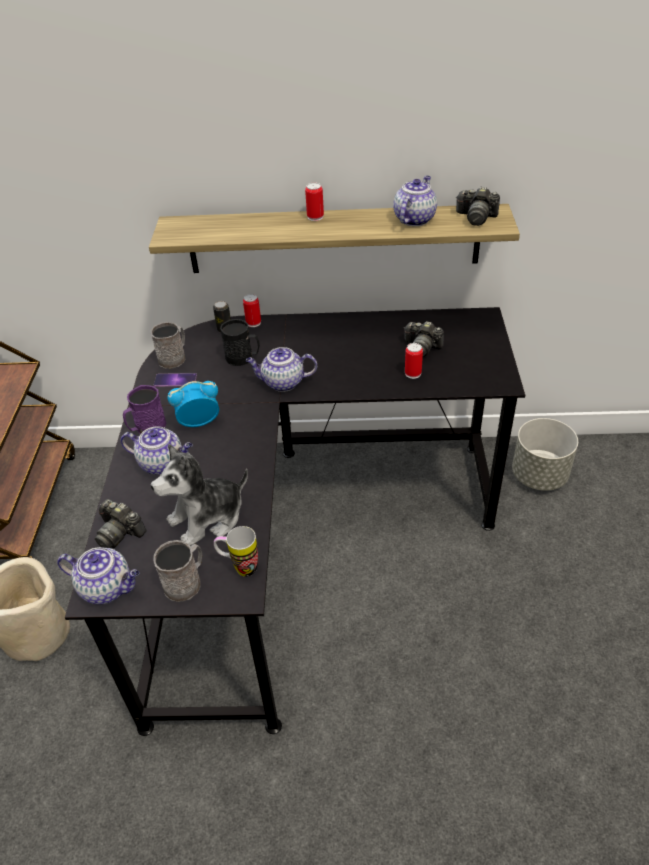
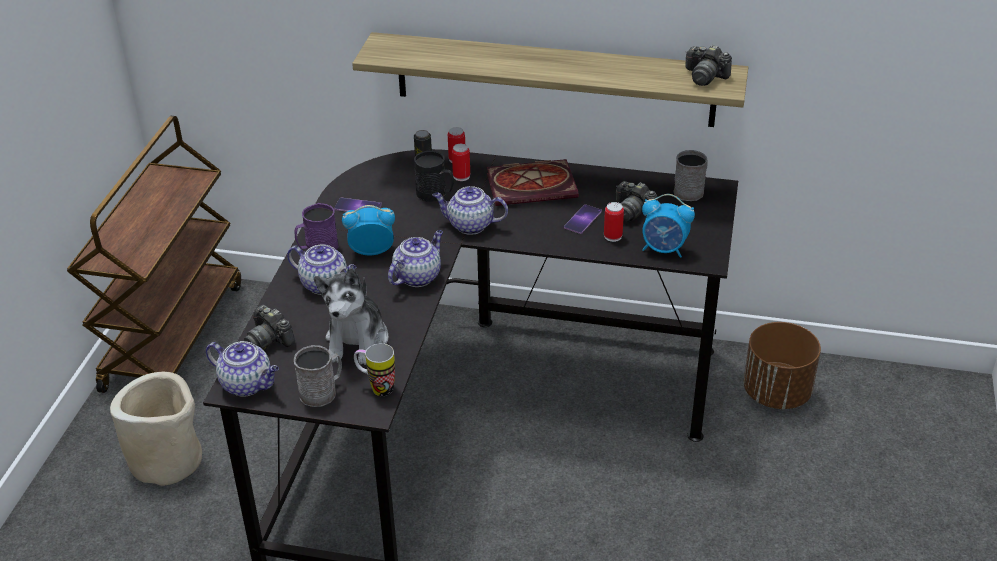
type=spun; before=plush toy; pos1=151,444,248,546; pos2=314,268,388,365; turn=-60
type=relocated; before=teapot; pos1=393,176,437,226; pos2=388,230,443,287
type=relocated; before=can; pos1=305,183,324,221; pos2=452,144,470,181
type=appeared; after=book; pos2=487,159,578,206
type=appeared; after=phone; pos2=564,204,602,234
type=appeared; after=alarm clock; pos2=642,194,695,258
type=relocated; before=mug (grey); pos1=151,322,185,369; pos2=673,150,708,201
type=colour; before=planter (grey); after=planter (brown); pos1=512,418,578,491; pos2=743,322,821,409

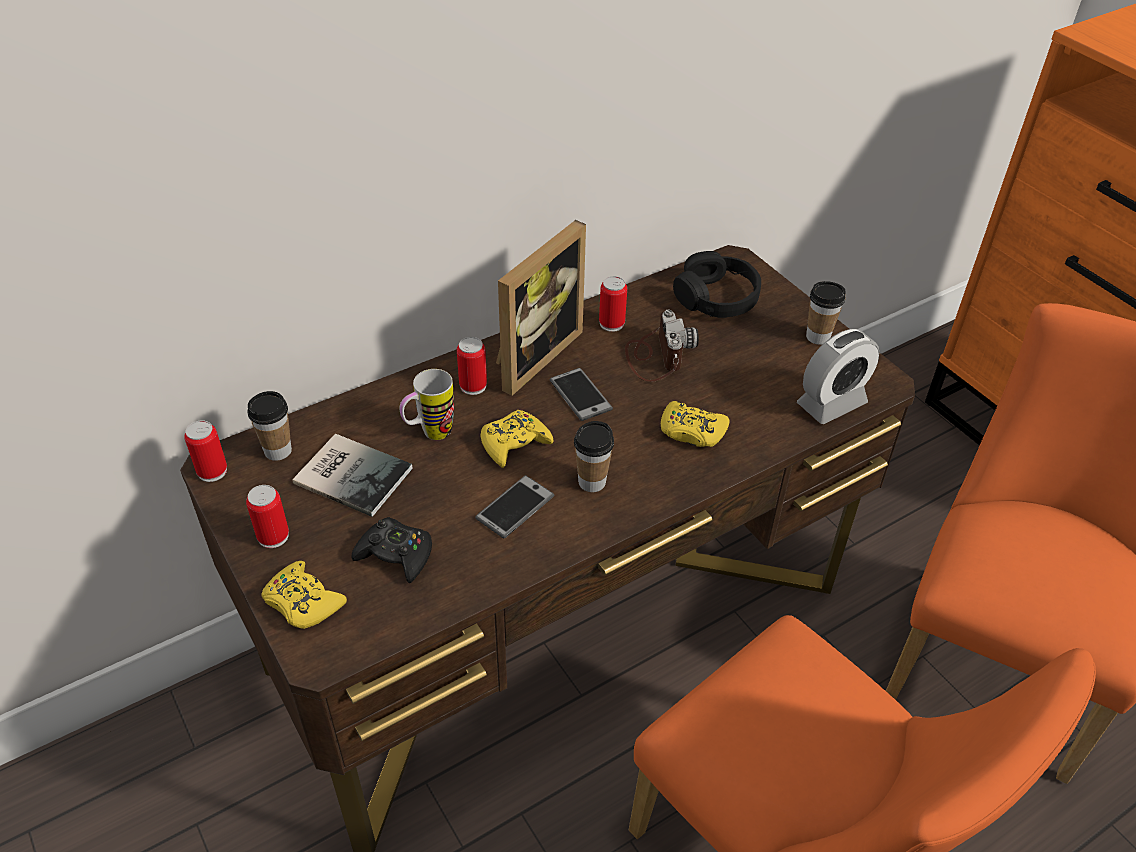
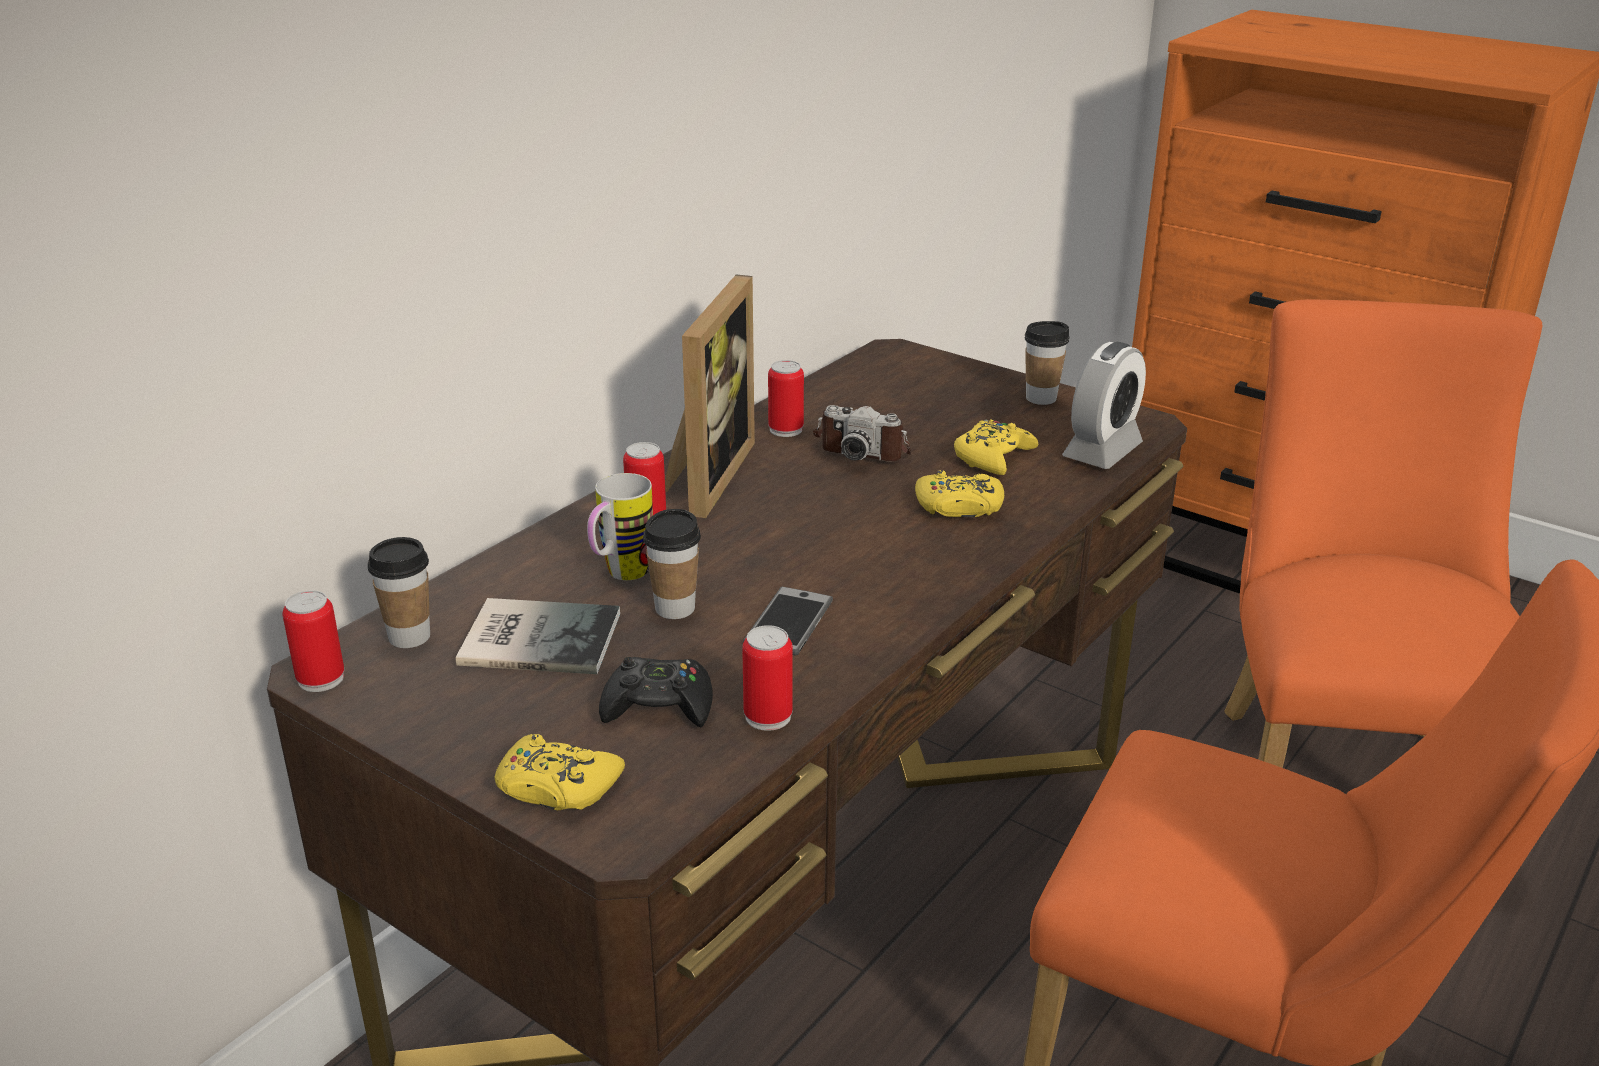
type=relocated; before=cup; pos1=574,421,614,492; pos2=643,509,701,619
type=relocated; before=can; pos1=246,485,289,548; pos2=742,625,793,731
type=spun; before=photo camera; pos1=625,310,699,382; pos2=813,405,911,461; turn=135
type=relocated; before=game controller (yellow); pos1=481,410,554,468; pos2=954,419,1038,475
type=missing; before=phone; pos1=550,368,613,421
type=missing; before=headphones (black); pos1=673,251,761,318

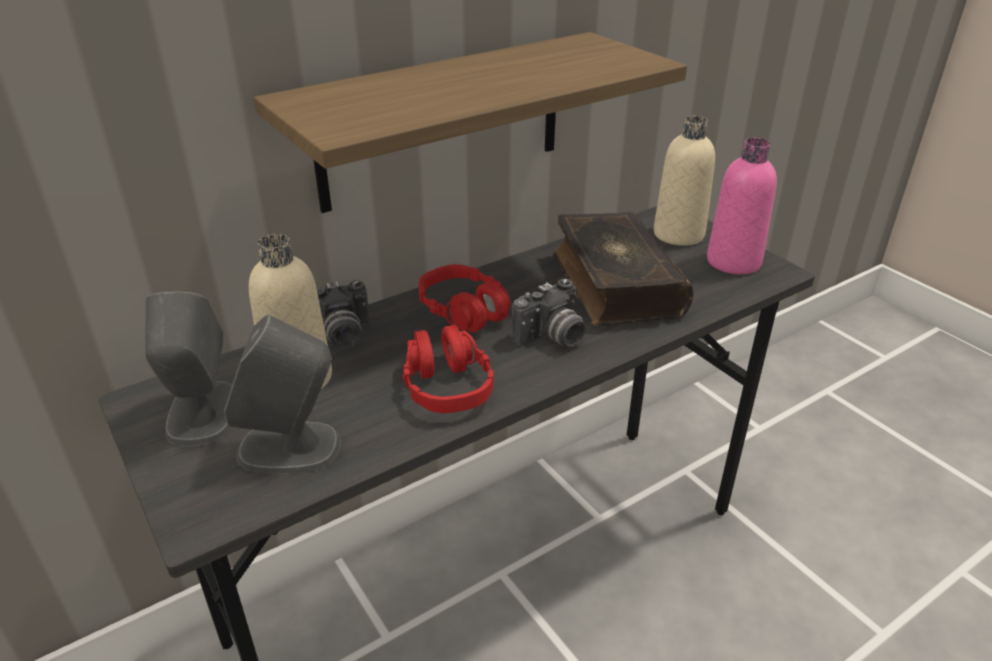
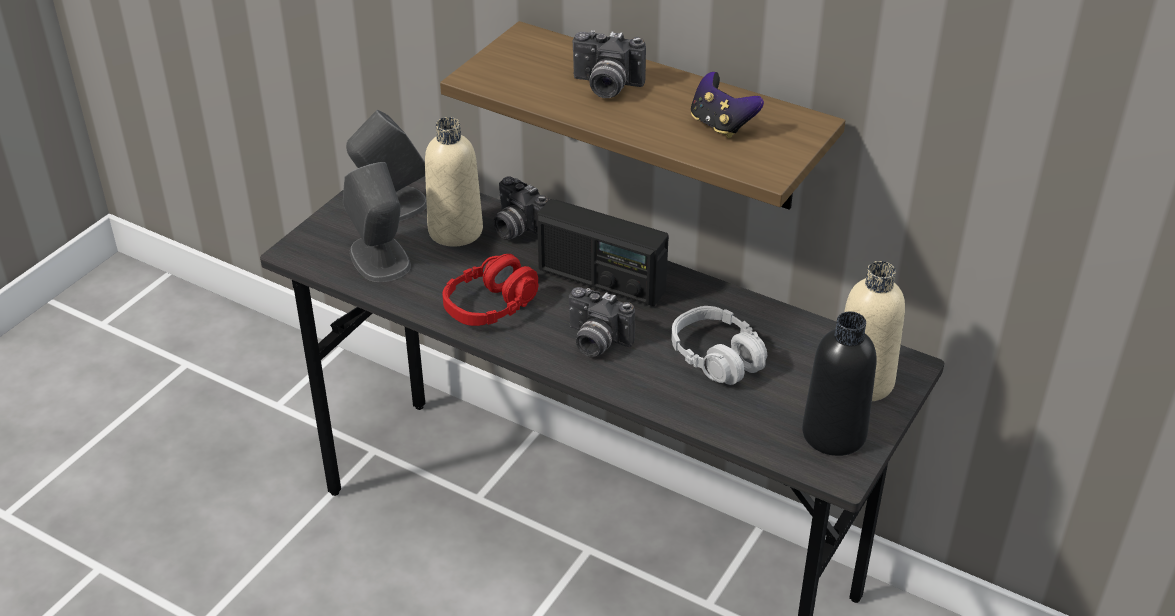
type=exchanged; before=headphones (red); after=radio; pos1=418,264,511,332; pos2=537,199,669,306
type=appeared; after=photo camera; pos2=573,30,646,98
type=exchanged; before=book; after=headphones (grey); pos1=553,212,693,326; pos2=671,306,767,385
type=appeared; after=game controller; pos2=691,72,764,138
type=colour; before=bottle (pink); after=bottle (black); pos1=707,138,777,274; pos2=802,312,877,456

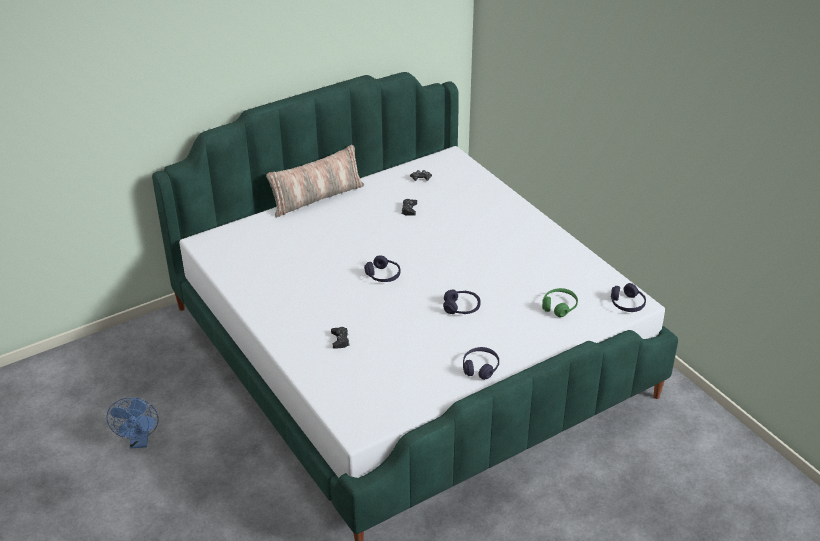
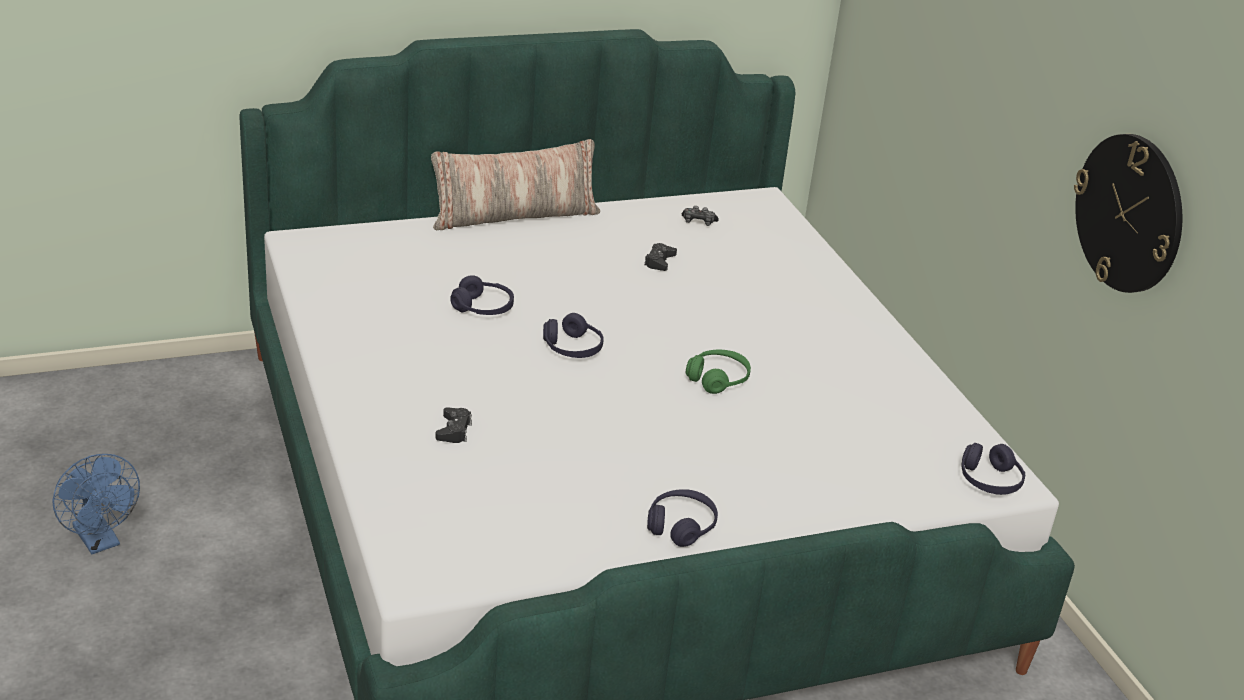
type=spun; before=fan (blue); pos1=107,397,159,449; pos2=52,454,140,554; turn=-45
type=relocated; before=headphones (purple); pos1=443,289,480,314; pos2=450,275,514,315
type=relocated; before=headphones (green); pos1=542,288,578,317; pos2=686,350,751,394
type=appeared; after=wall clock; pos2=1074,134,1182,293

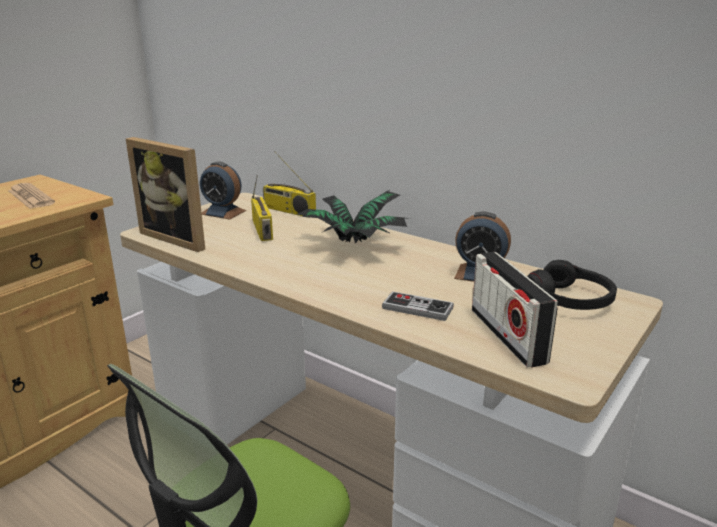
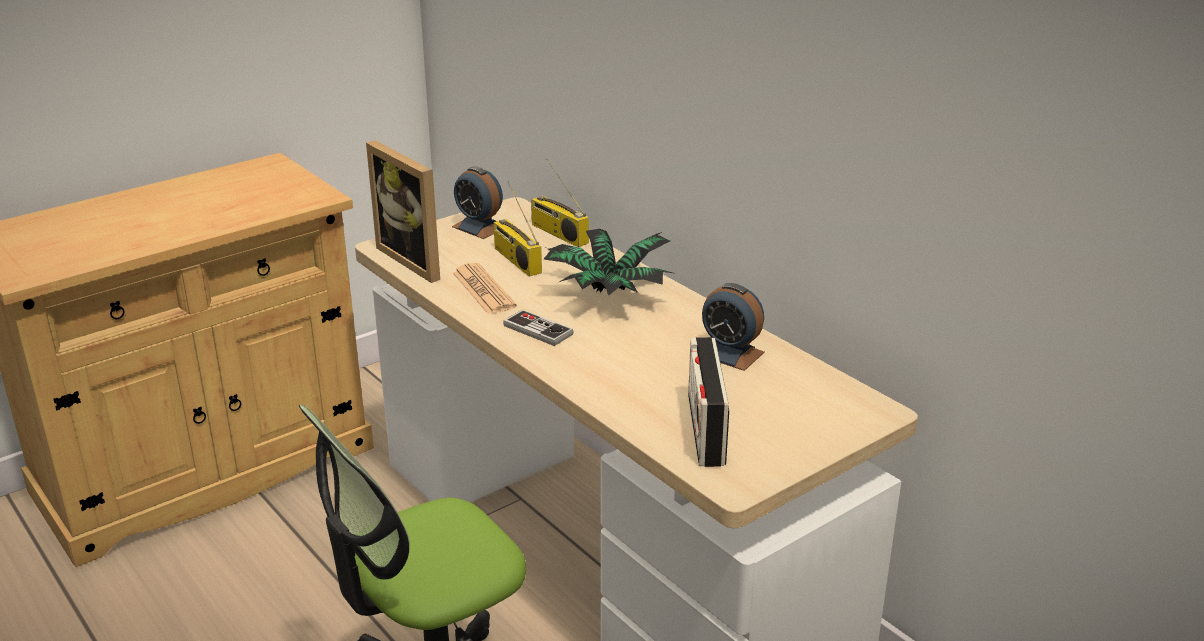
type=relocated; before=newspaper; pos1=8,183,55,209; pos2=453,263,516,314
type=spun; before=radio; pos1=251,175,273,241; pos2=493,181,542,276; turn=150
type=relocated; before=game controller; pos1=382,291,454,321; pos2=503,310,574,346
type=missing; before=headphones (black); pos1=527,260,617,310

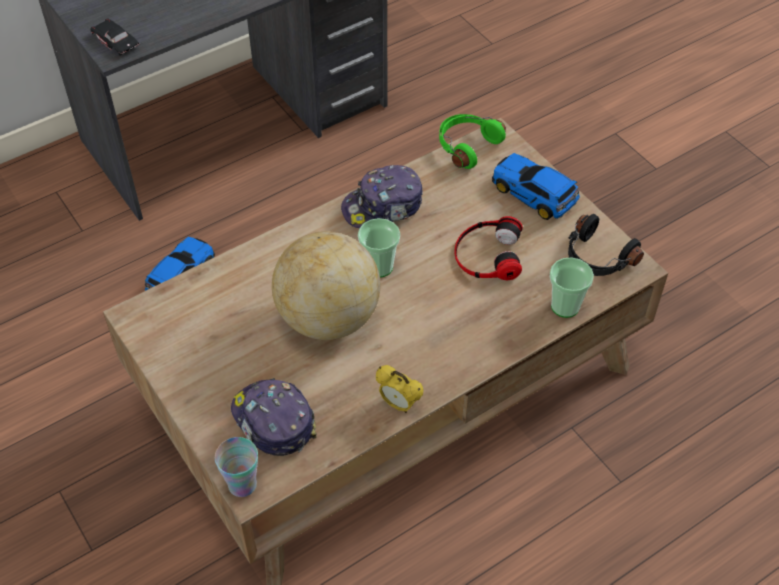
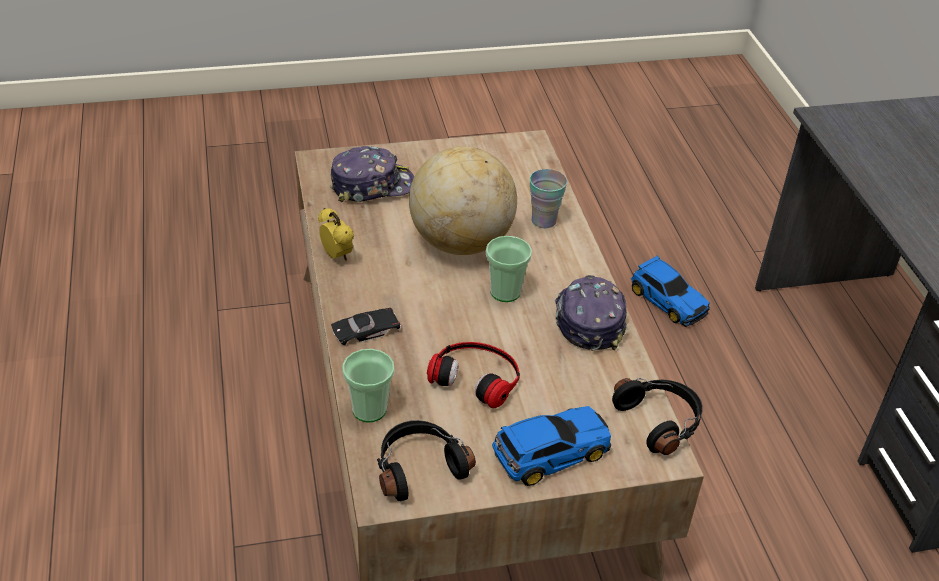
type=spun; before=alarm clock; pos1=376,365,424,413; pos2=318,208,354,261; turn=90
type=relocated; before=toy car (black); pos1=90,19,139,55; pos2=331,308,401,345
type=relocated; before=cup; pos1=215,437,258,497; pos2=530,169,567,228
type=colour; before=headphones (green); after=headphones (black); pos1=439,114,506,169; pos2=612,378,703,455

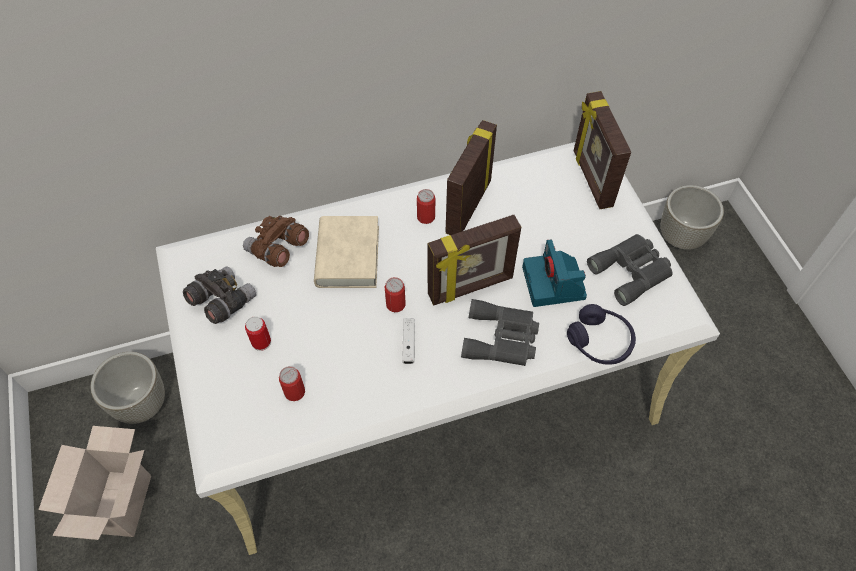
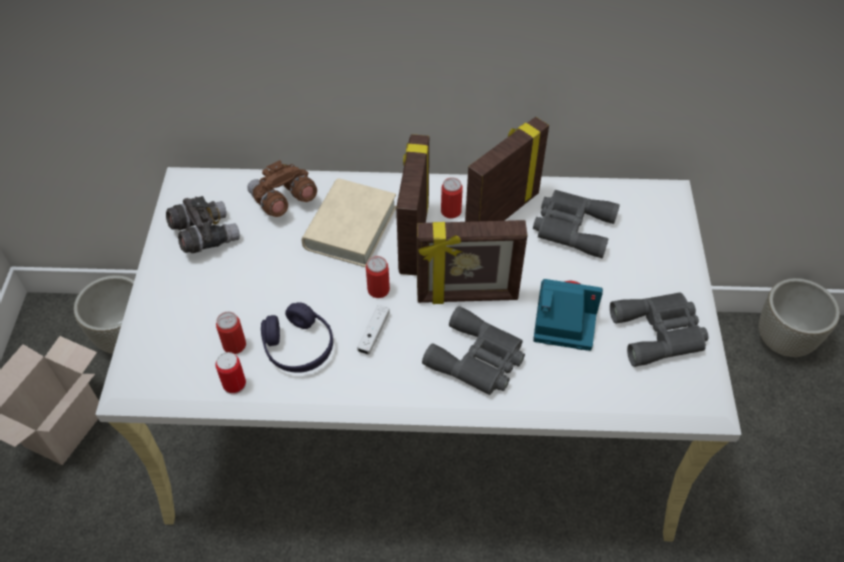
type=relocated; before=can; pos1=245,316,271,351; pos2=215,352,246,395
type=relocated; before=headphones (purple); pos1=567,304,636,365; pos2=261,302,333,373
type=relocated; before=picture frame; pos1=574,91,631,209; pos2=396,134,429,276
type=appeared; after=binoculars (grey); pos2=533,190,620,258
type=spun; before=photo camera; pos1=522,239,587,307; pos2=533,279,603,351; turn=90

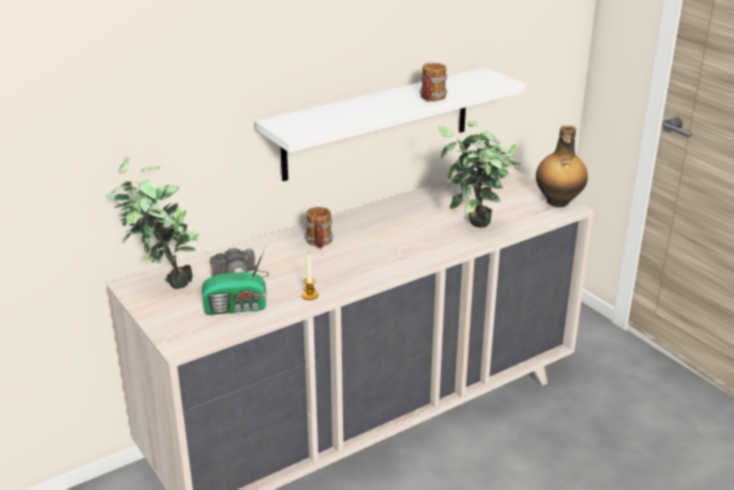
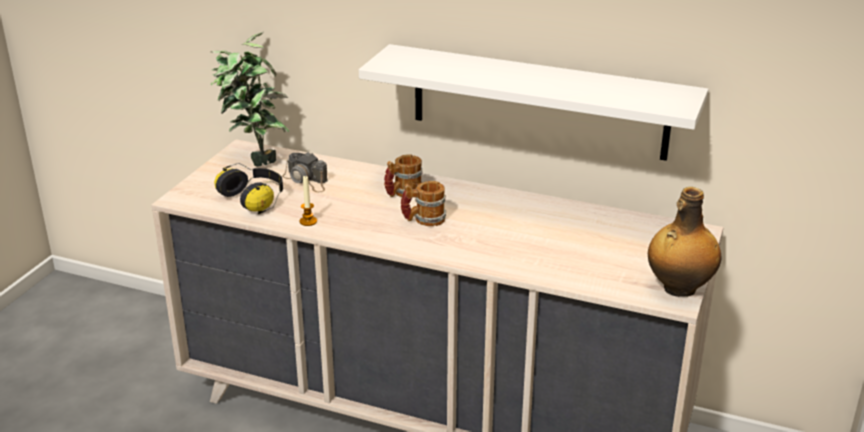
type=exchanged; before=radio; after=headphones; pos1=202,246,267,315; pos2=214,163,283,214
type=relocated; before=mug; pos1=420,63,447,102; pos2=401,181,446,226
type=missing; before=potted plant; pos1=437,121,522,228

